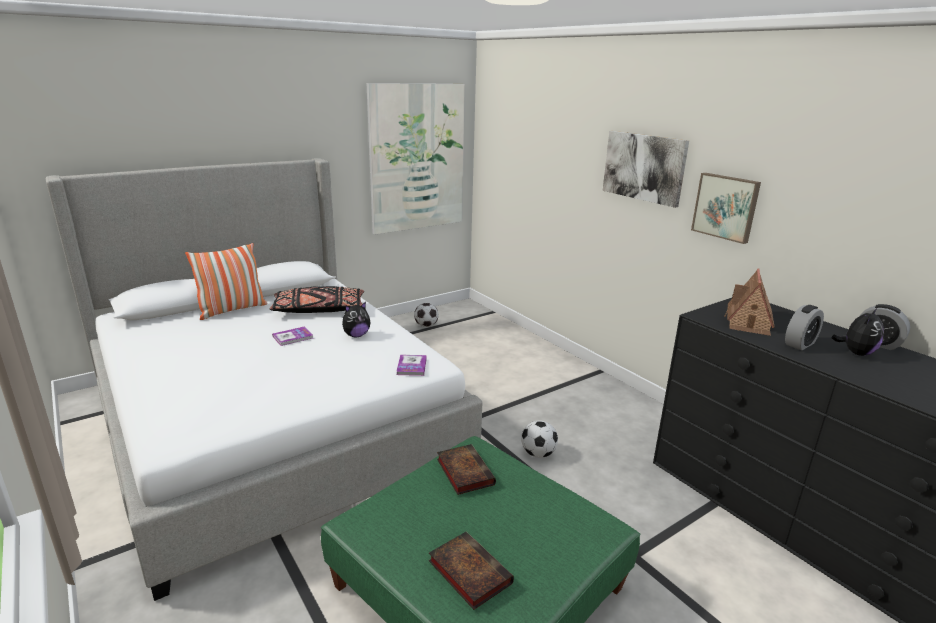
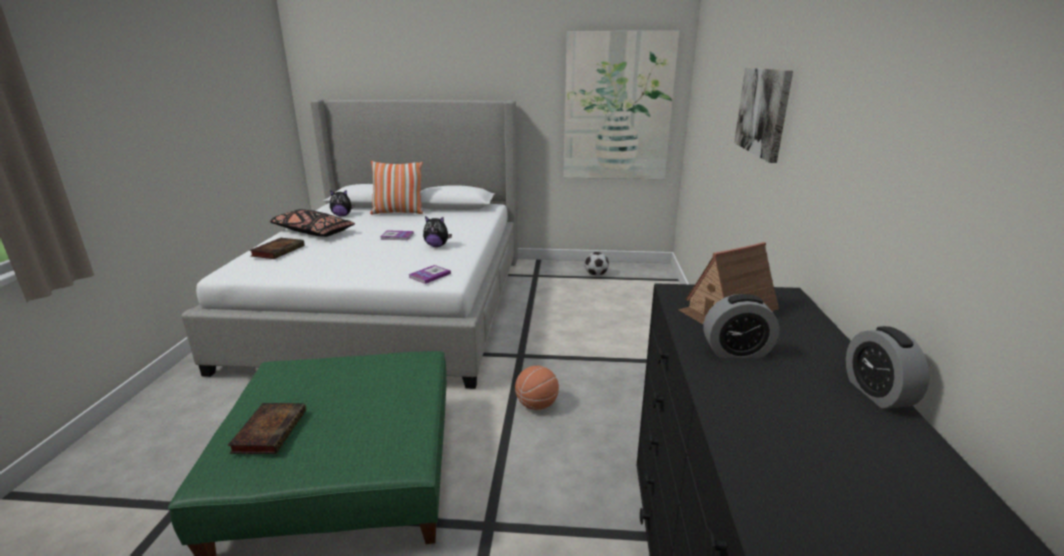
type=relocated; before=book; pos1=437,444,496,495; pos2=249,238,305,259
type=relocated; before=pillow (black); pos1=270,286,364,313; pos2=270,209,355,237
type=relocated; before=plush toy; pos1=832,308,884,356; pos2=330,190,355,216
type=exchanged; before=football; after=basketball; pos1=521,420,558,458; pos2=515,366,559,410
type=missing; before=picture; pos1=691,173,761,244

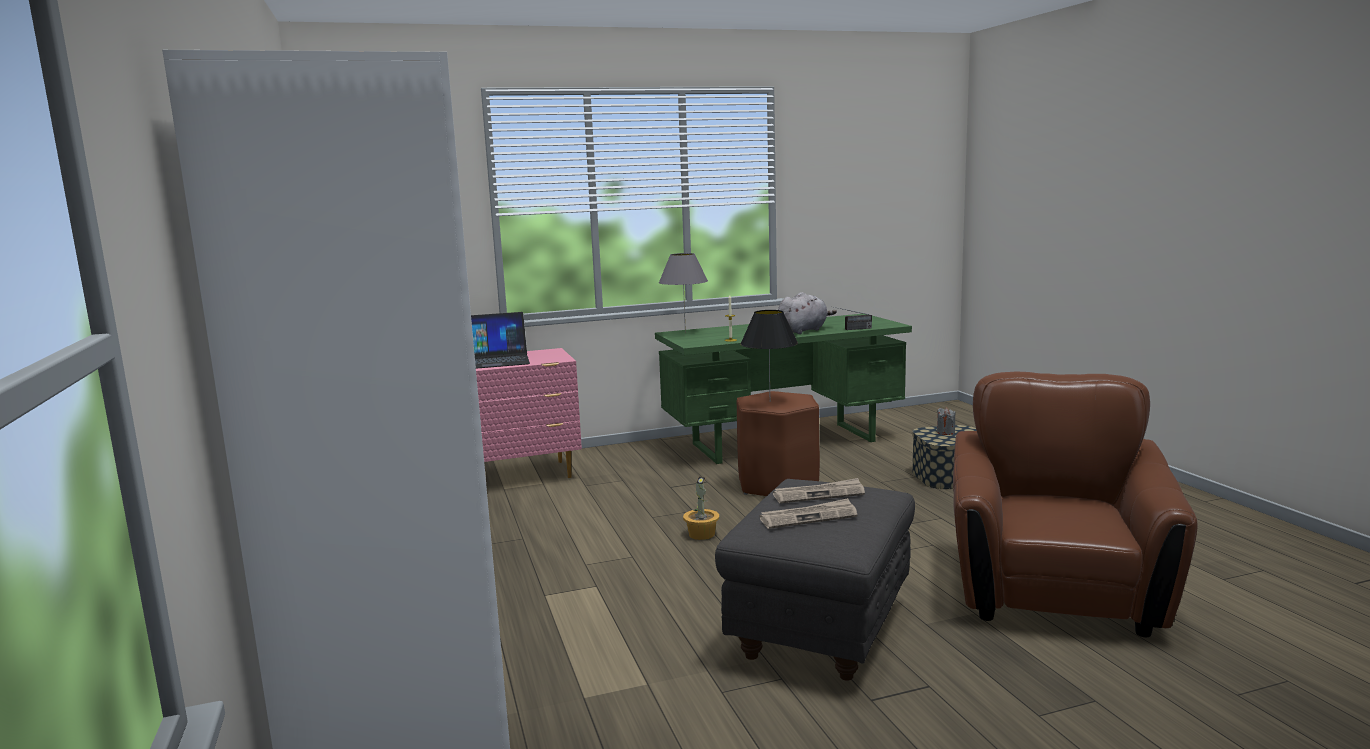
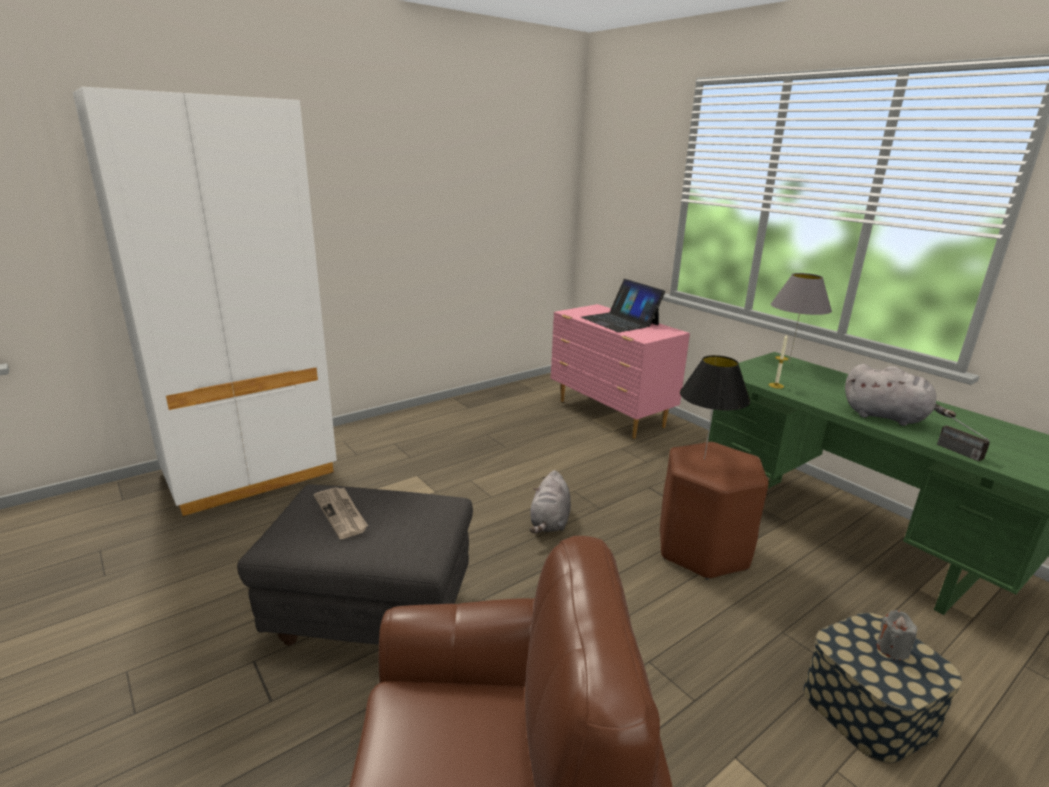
type=exchanged; before=potted plant; after=plush toy (grey); pos1=683,476,719,540; pos2=529,470,571,533
type=missing; before=newspaper; pos1=773,478,865,503

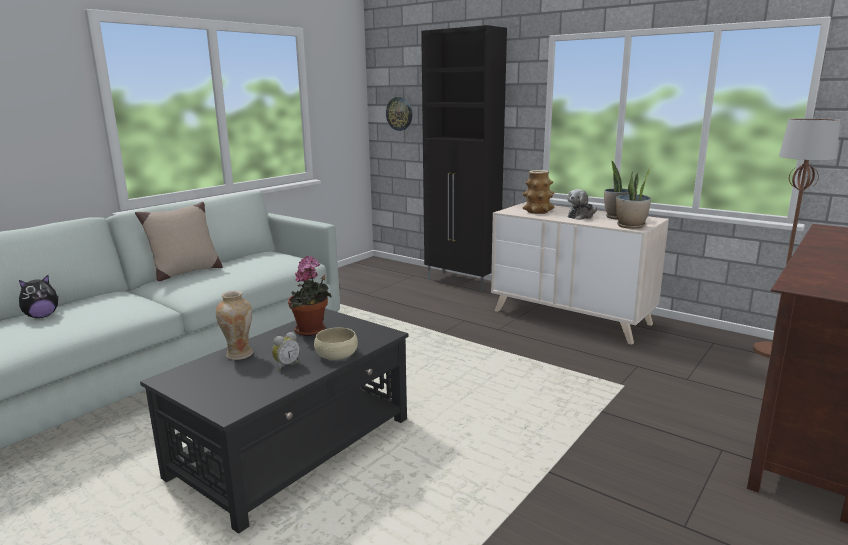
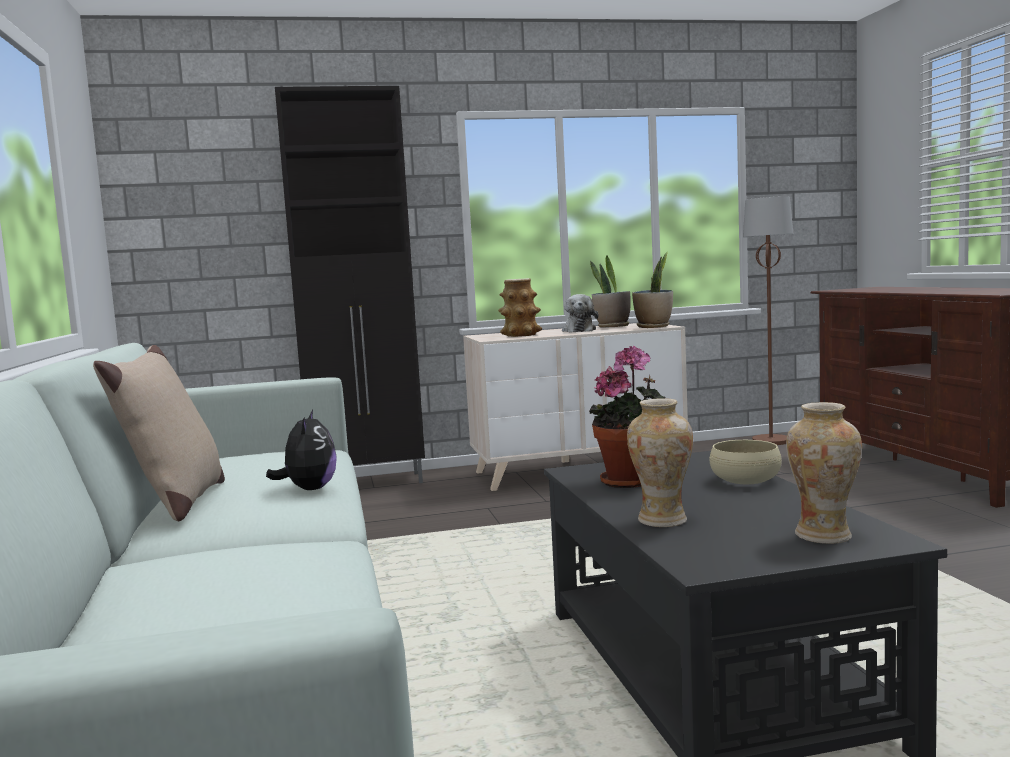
type=relocated; before=plush toy; pos1=19,275,59,318; pos2=266,410,337,490
type=appeared; after=vase; pos2=786,402,862,544
type=missing; before=alarm clock; pos1=272,332,300,370
type=missing; before=wall clock; pos1=386,97,412,131

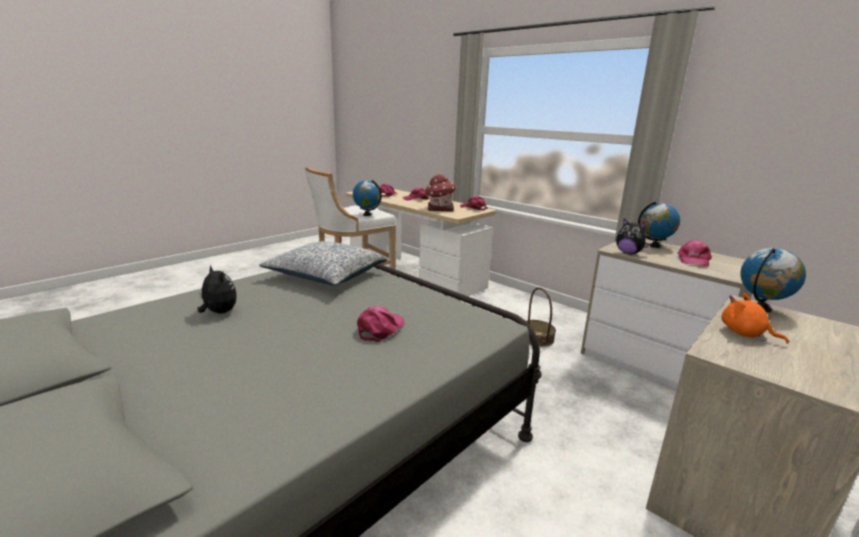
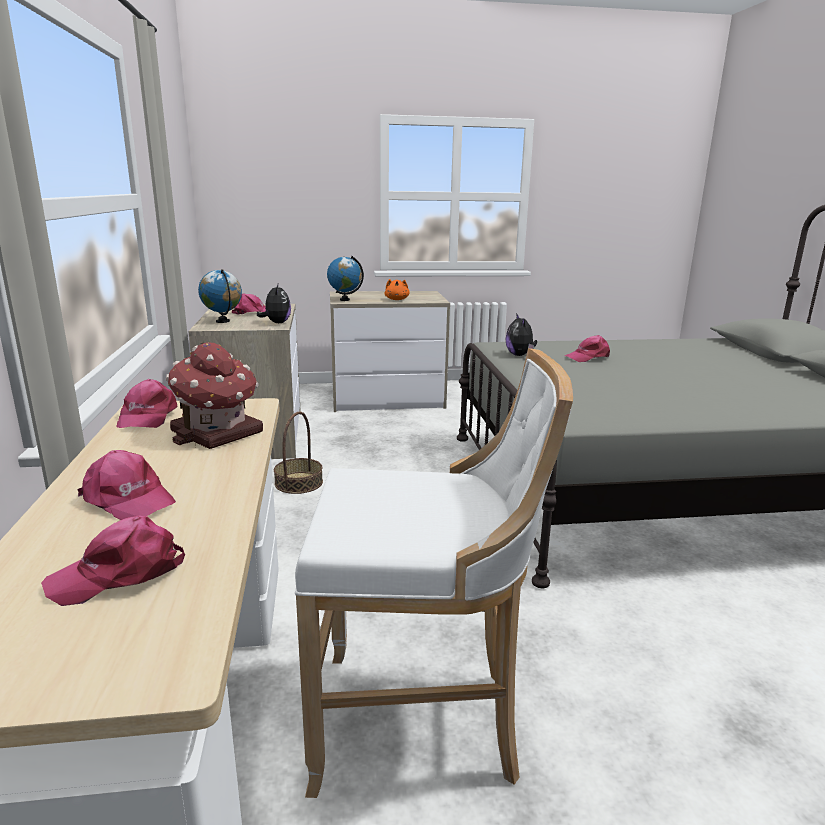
type=relocated; before=plush toy; pos1=197,265,237,314; pos2=506,313,537,356
type=missing; before=pillow; pos1=259,241,388,286
type=missing; before=globe; pos1=353,180,381,216

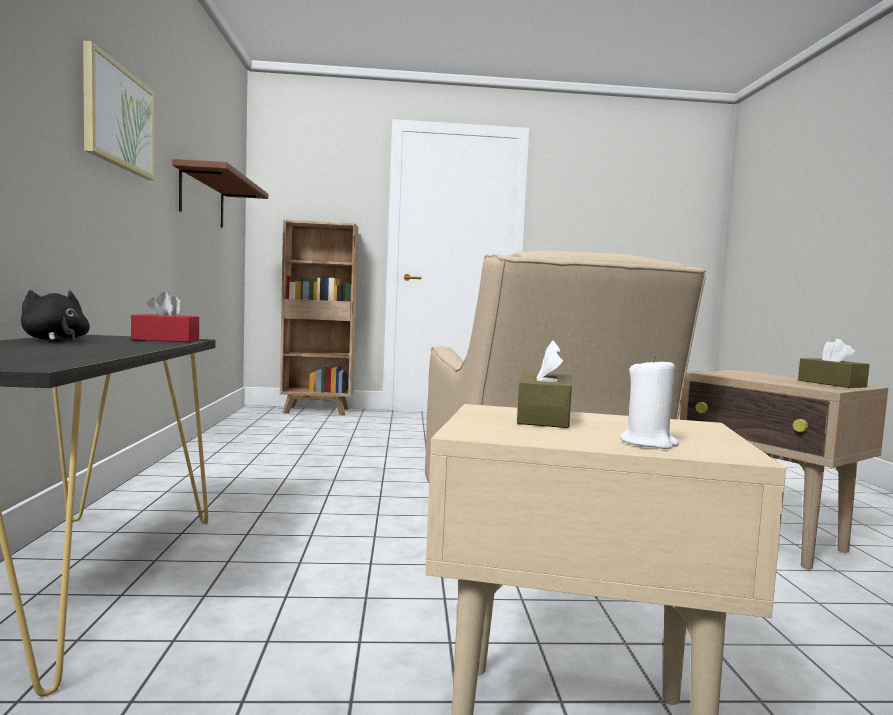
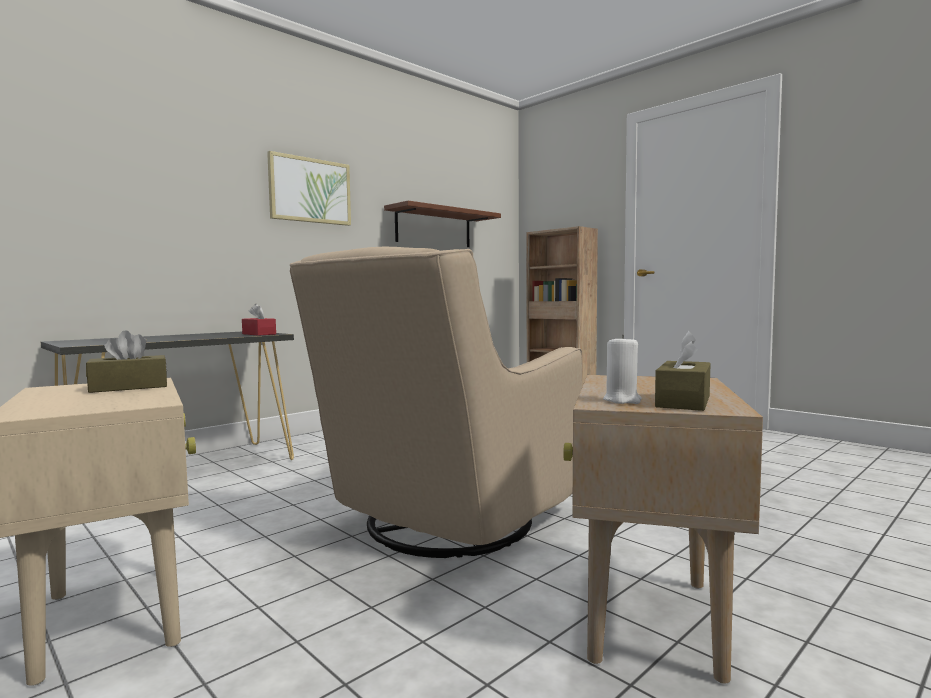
type=relocated; before=candle (white); pos1=620,356,679,449; pos2=603,335,642,404
type=missing; before=plush toy (black); pos1=21,290,90,341

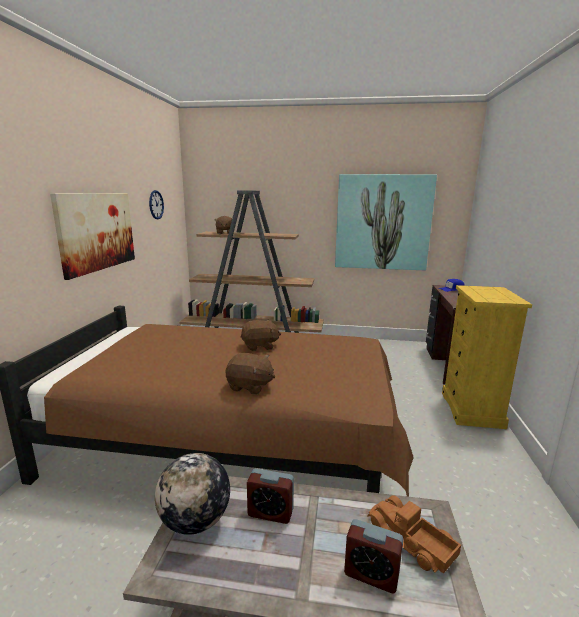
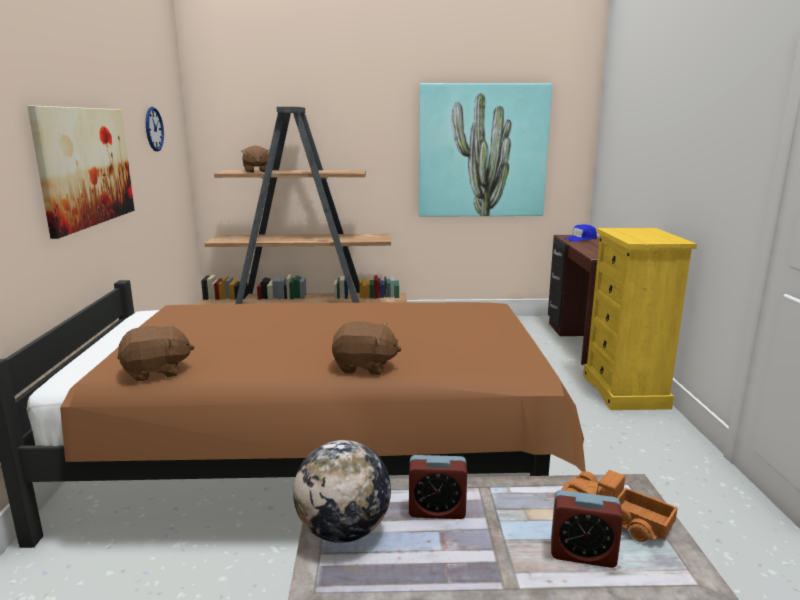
type=relocated; before=plush toy (brown); pos1=241,320,281,351; pos2=117,324,194,382

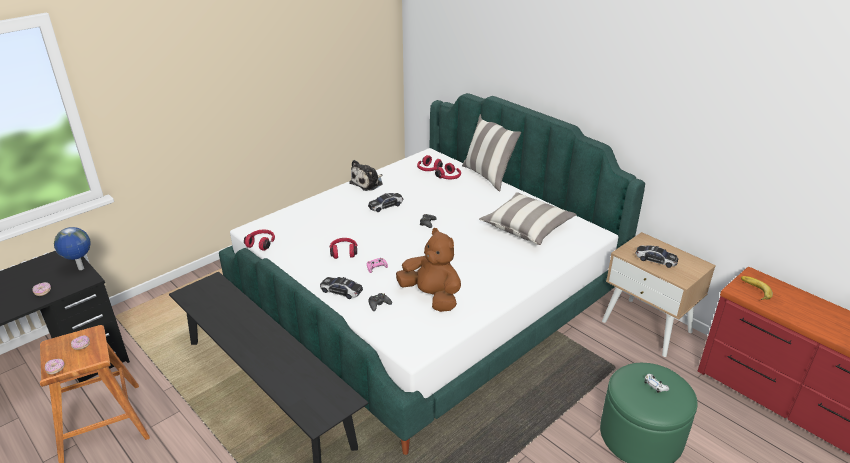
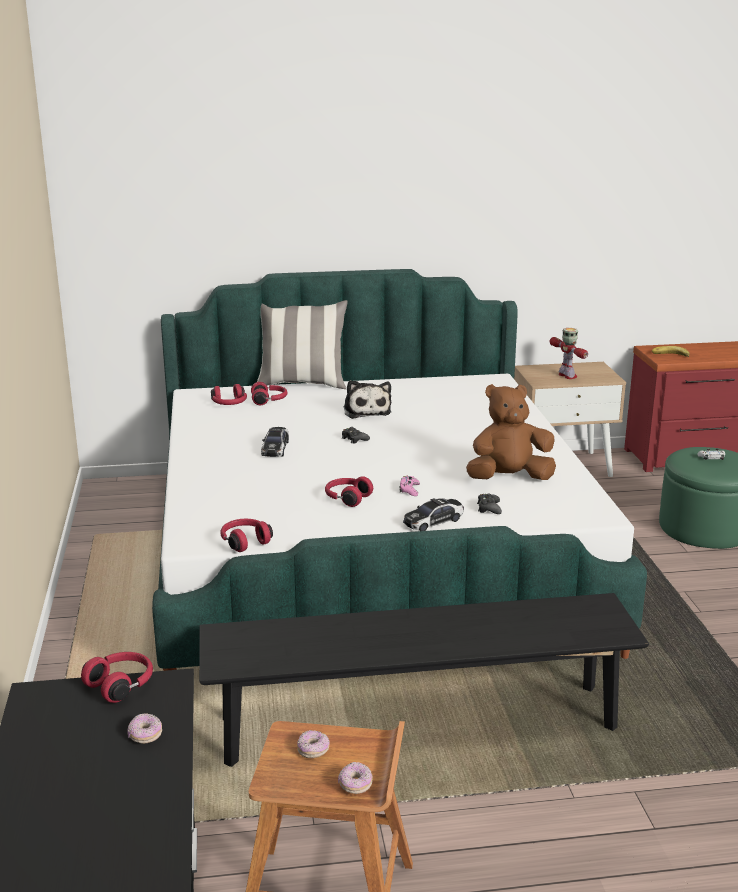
type=exchanged; before=globe; after=headphones (red); pos1=54,227,91,270; pos2=81,652,153,703
type=relocated; before=plush toy; pos1=349,160,383,191; pos2=344,380,391,419
type=exchanged; before=toy car; after=toy robot; pos1=635,245,679,268; pos2=550,328,588,379
type=missing; before=pillow; pos1=479,192,577,245

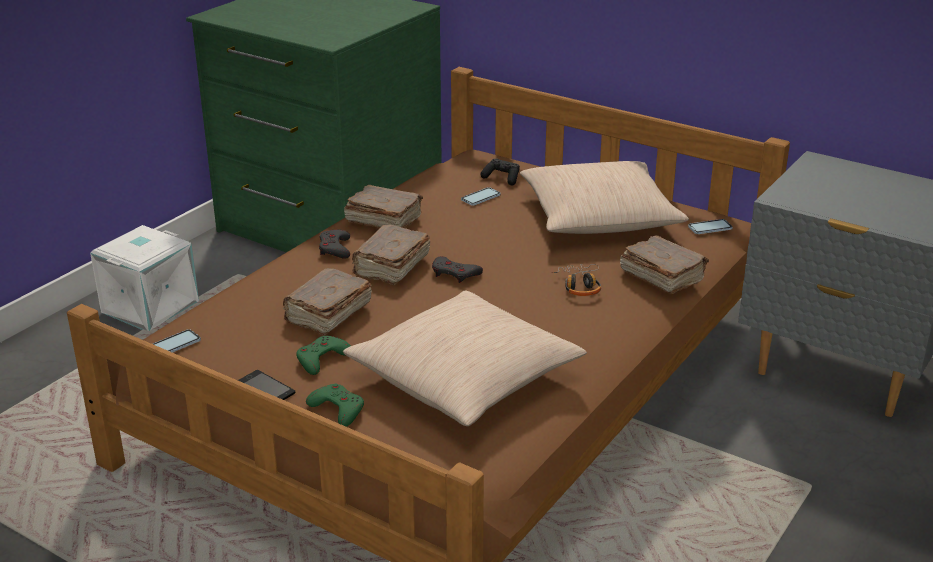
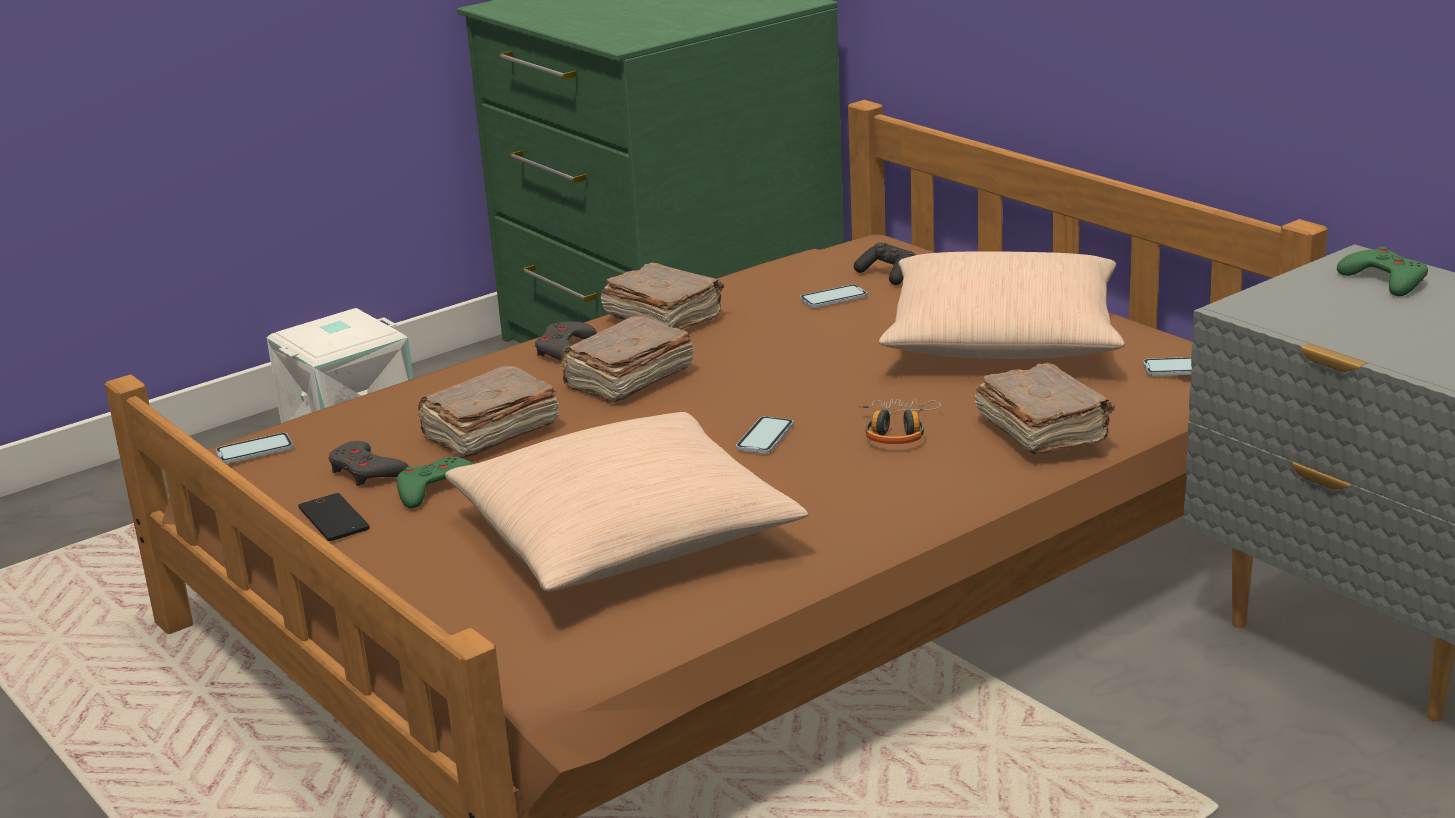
type=relocated; before=game controller (grey); pos1=432,256,483,283; pos2=329,441,409,486
type=appeared; after=phone; pos2=736,416,794,454
type=relocated; before=game controller (green); pos1=306,383,364,427; pos2=1337,246,1428,296

